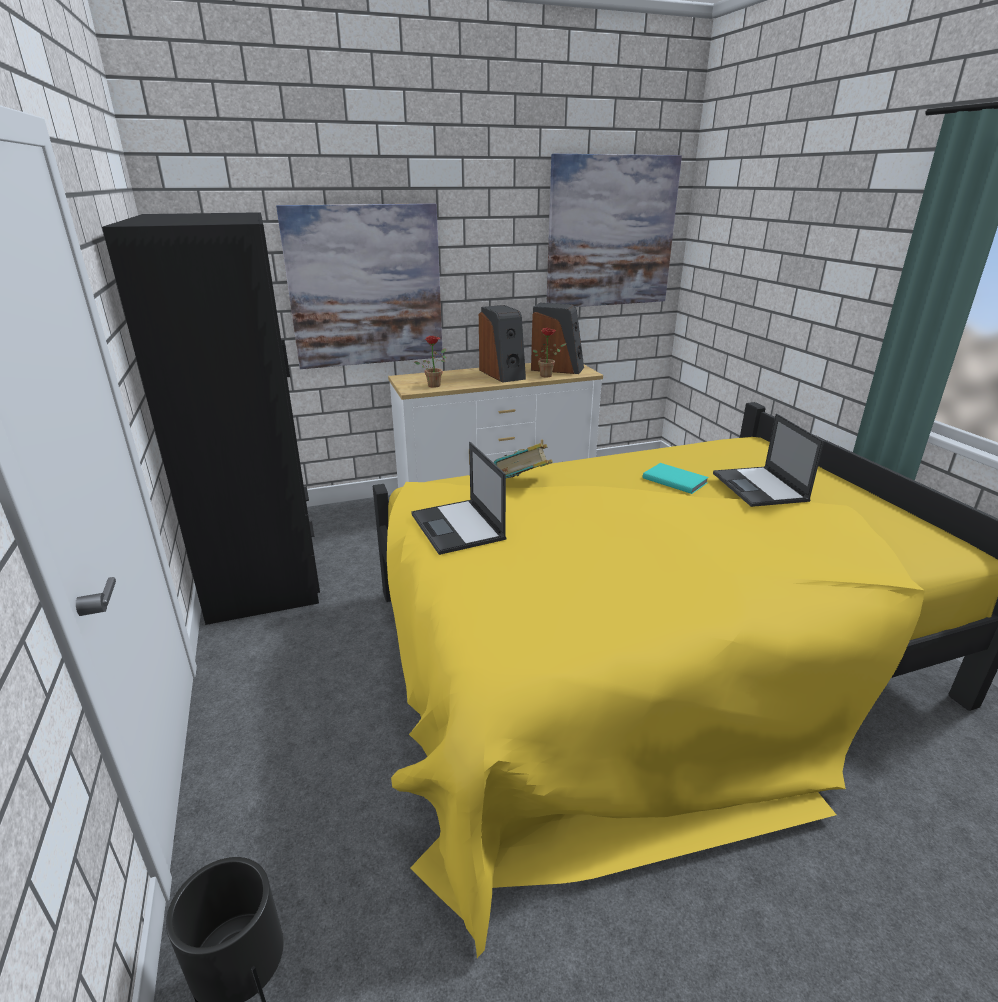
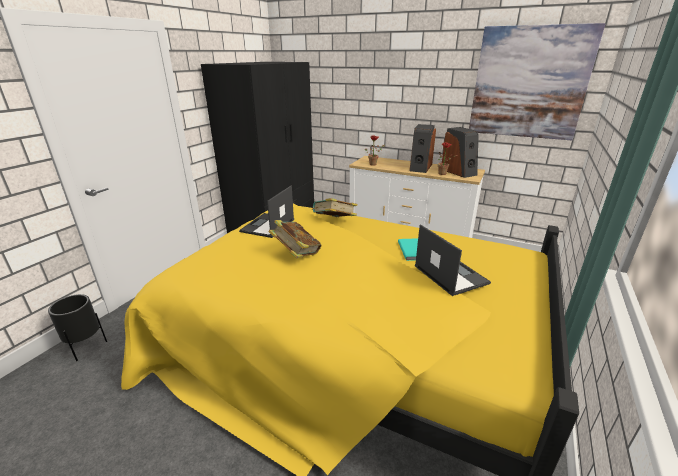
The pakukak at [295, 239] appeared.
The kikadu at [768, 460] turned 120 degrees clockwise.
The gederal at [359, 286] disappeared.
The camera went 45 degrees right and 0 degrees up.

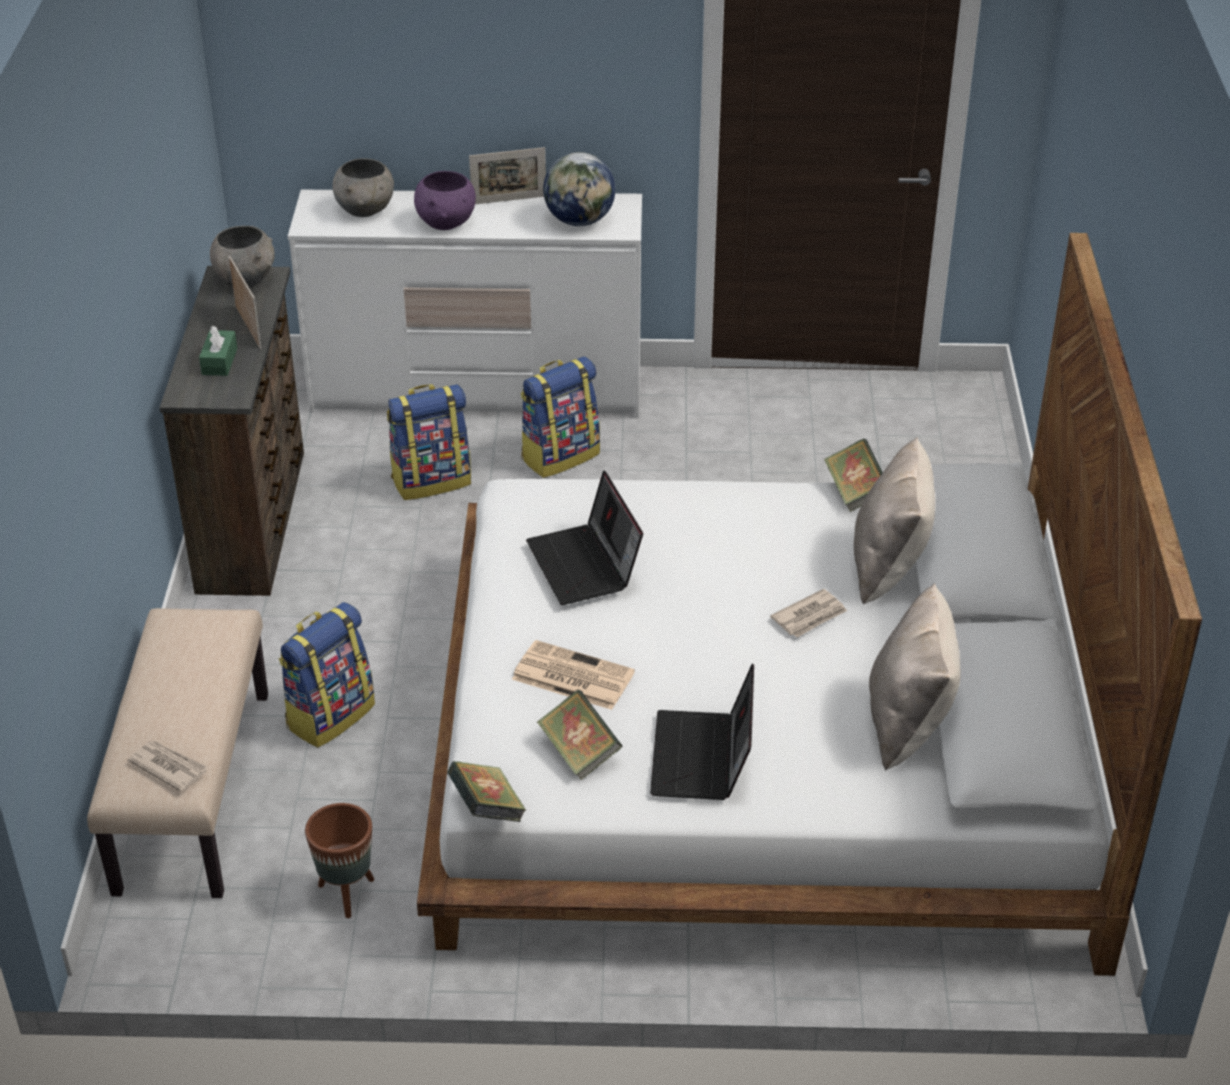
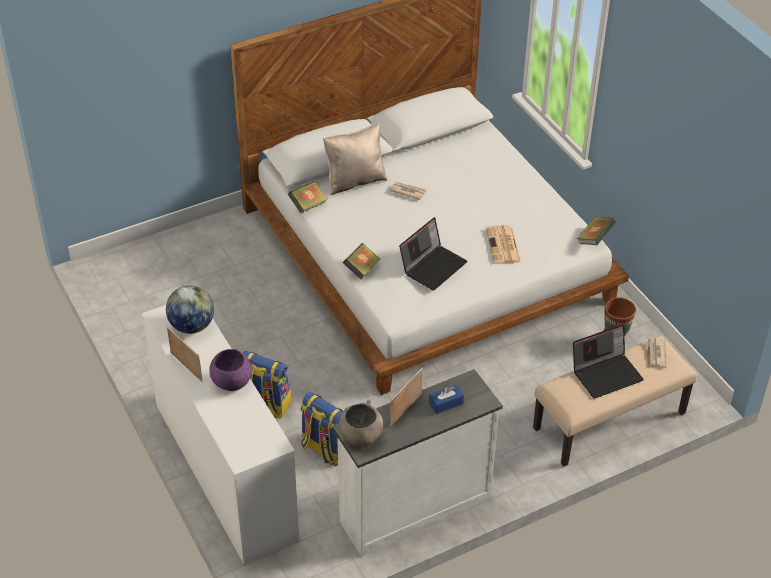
The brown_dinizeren at [232, 431] became the white_dinizeren at [417, 463].
The pakukak moved from [579, 735] to [361, 261].
The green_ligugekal at [218, 351] became the blue_ligugekal at [446, 399].
The kikadu moved from [702, 731] to [608, 361].
The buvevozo at [327, 674] disappeared.
The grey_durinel at [363, 187] disappeared.
The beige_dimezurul at [915, 676] disappeared.
The camera went 120 degrees left and 5 degrees up.

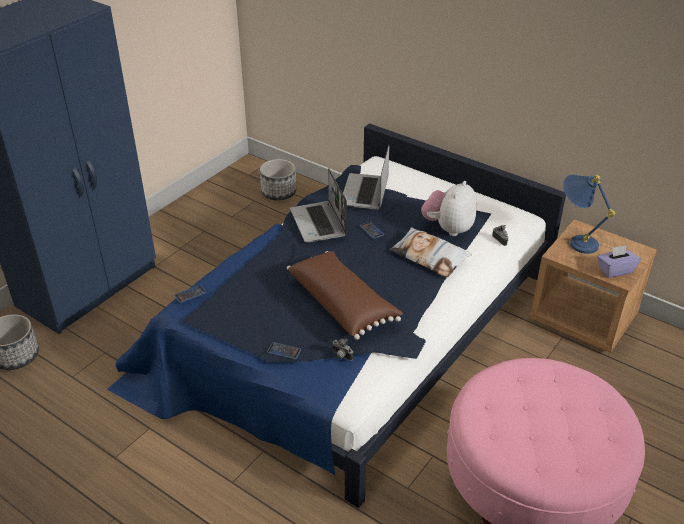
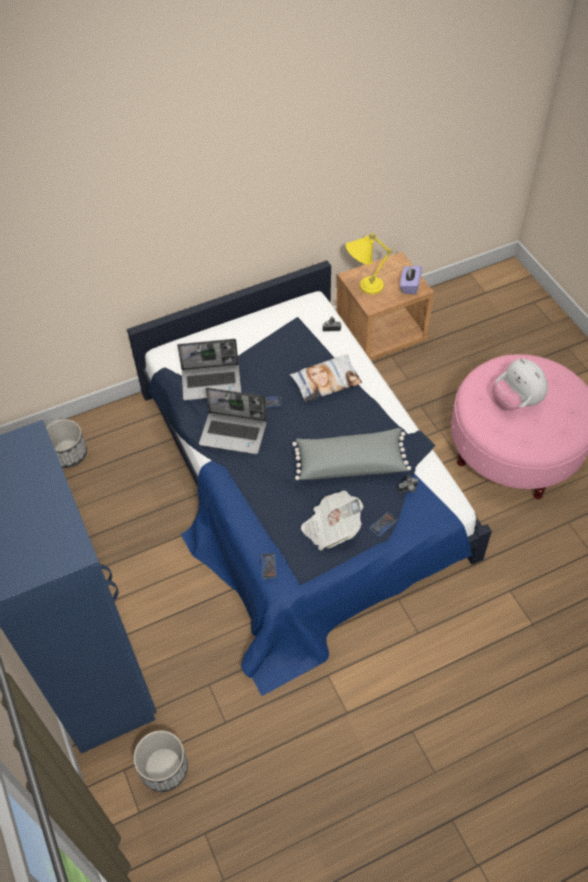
The kikadu at [366, 177] turned 45 degrees counterclockwise.
The brown_dimezurul at [345, 295] became the grey_dimezurul at [351, 454].
The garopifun at [332, 521] appeared.
The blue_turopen at [589, 214] became the yellow_turopen at [369, 263].
The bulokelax moved from [448, 208] to [520, 384].
The camera went 60 degrees left and 15 degrees up.

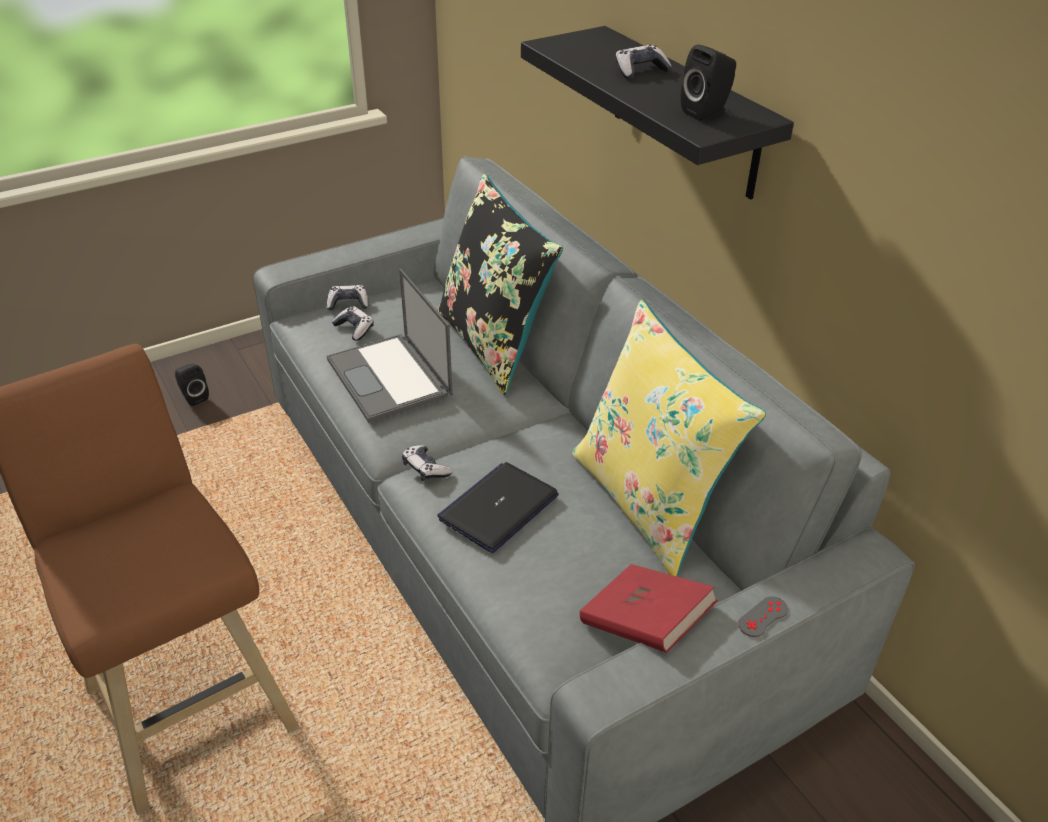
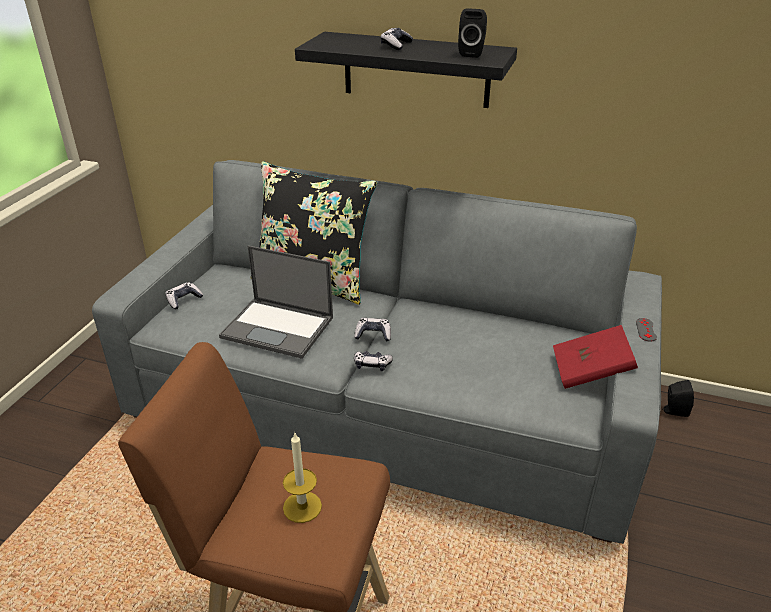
The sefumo at [302, 478] appeared.
The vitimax moved from [353, 324] to [372, 329].
The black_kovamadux moved from [192, 385] to [678, 398].
The kikadu at [498, 507] disappeared.
The yellow_dimezurul at [669, 438] disappeared.
The camera went 40 degrees left and 5 degrees down.

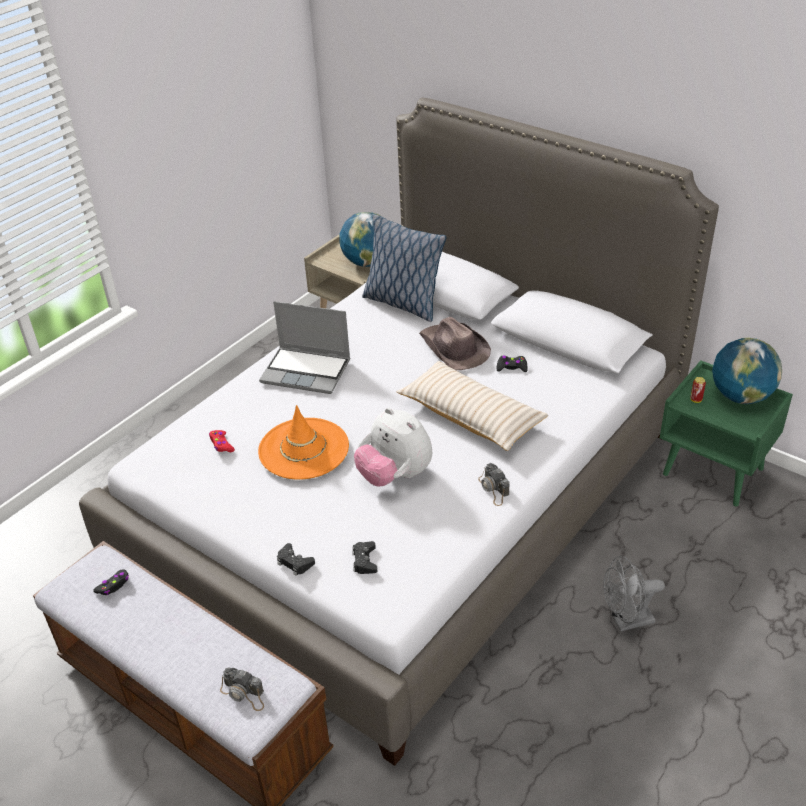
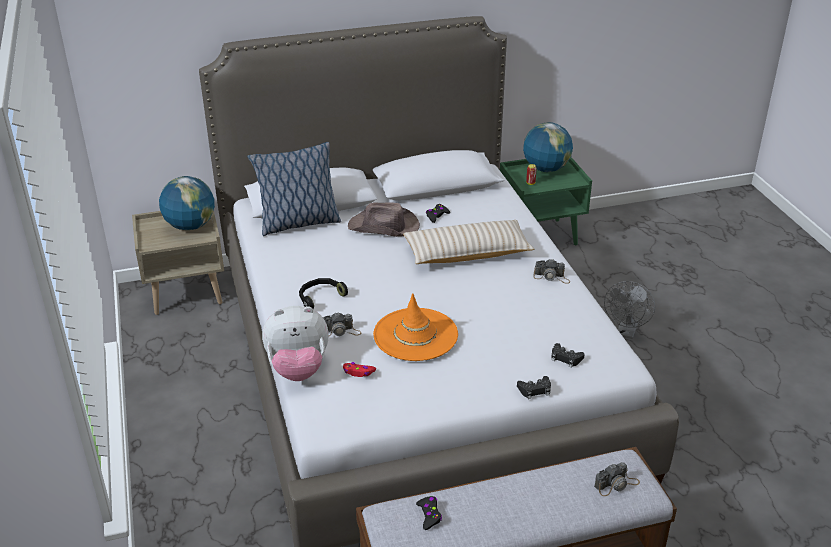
The bulokelax moved from [393, 446] to [295, 343].
The kikadu at [305, 347] was replaced by the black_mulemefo at [323, 293].
The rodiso at [342, 325] appeared.
The camera went 55 degrees left and 5 degrees down.

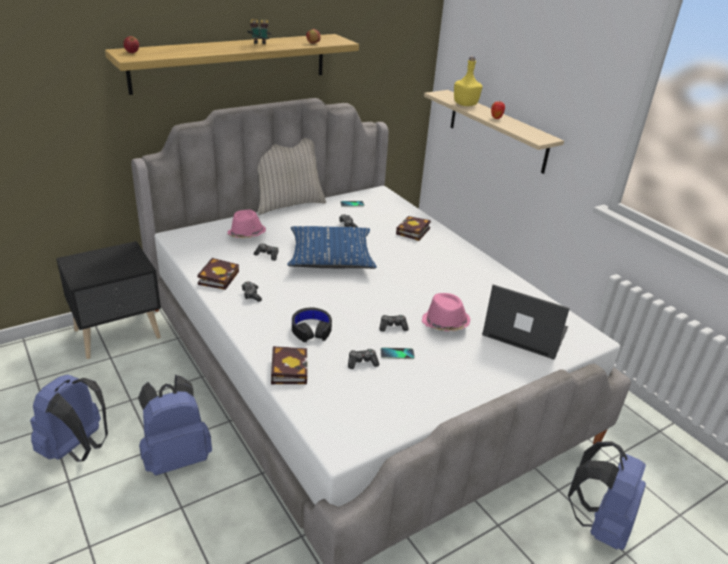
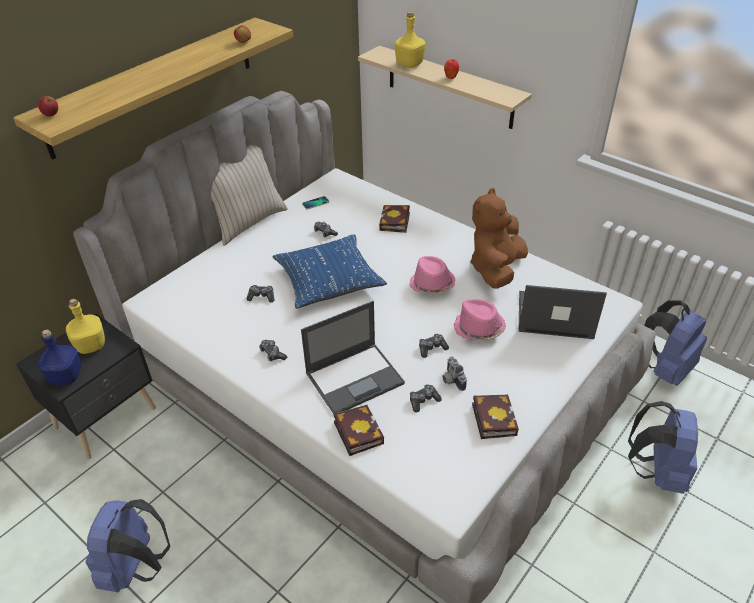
The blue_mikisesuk at [59, 357] appeared.
The yellow_mikisesuk at [85, 326] appeared.
The black_mulemefo at [312, 324] was replaced by the kikadu at [353, 357].
The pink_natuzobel moved from [246, 224] to [432, 275].
The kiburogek at [398, 353] was replaced by the rodiso at [455, 373].
The brown_bulokelax at [499, 238] appeared.
The pakukak moved from [218, 274] to [495, 417].
The blue_buvevozo moved from [175, 425] to [675, 343].
The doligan at [259, 32] disappeared.
The camera went 15 degrees left and 10 degrees up.

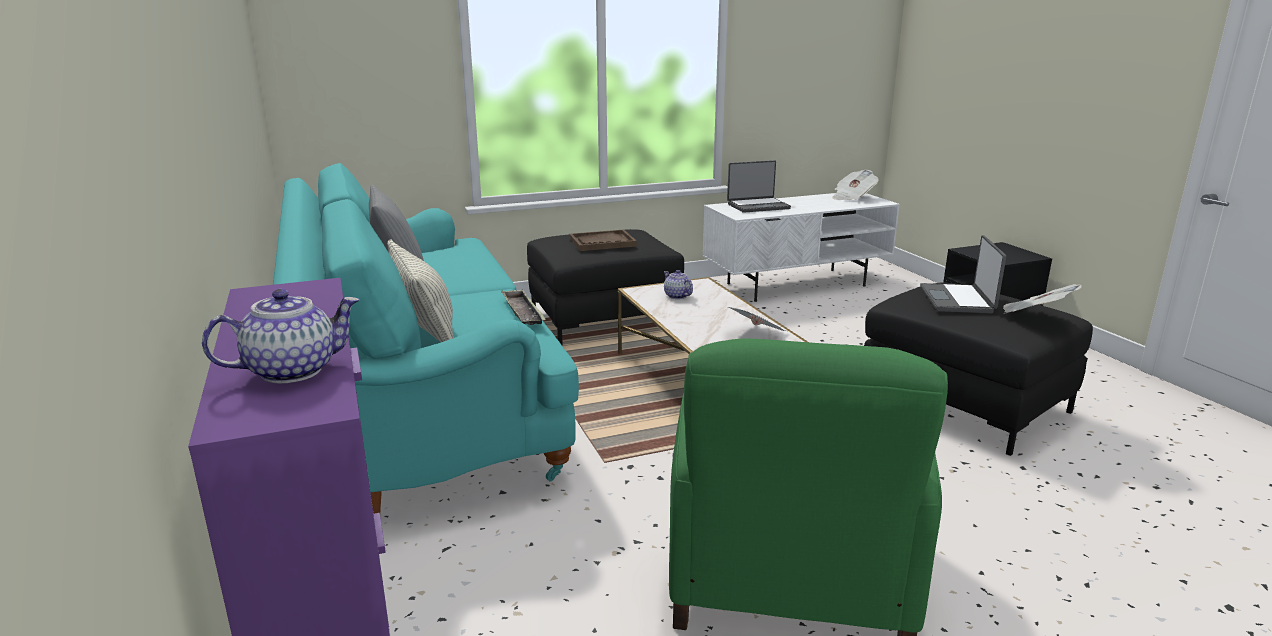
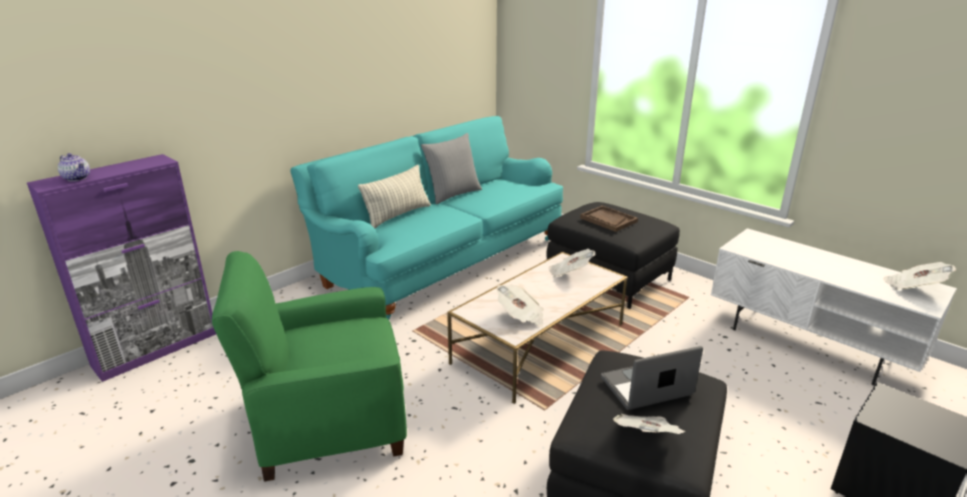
The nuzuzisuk at [678, 284] was replaced by the garopifun at [571, 263].
The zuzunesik at [523, 307] disappeared.
The kikadu at [759, 186] disappeared.
The camera went 65 degrees right and 5 degrees up.

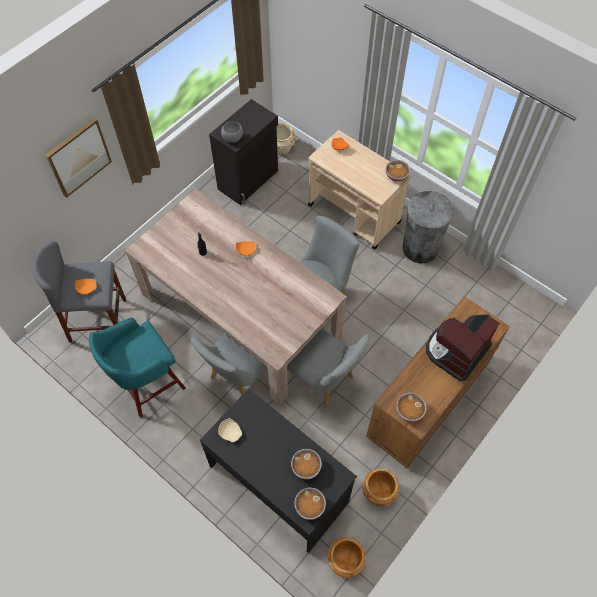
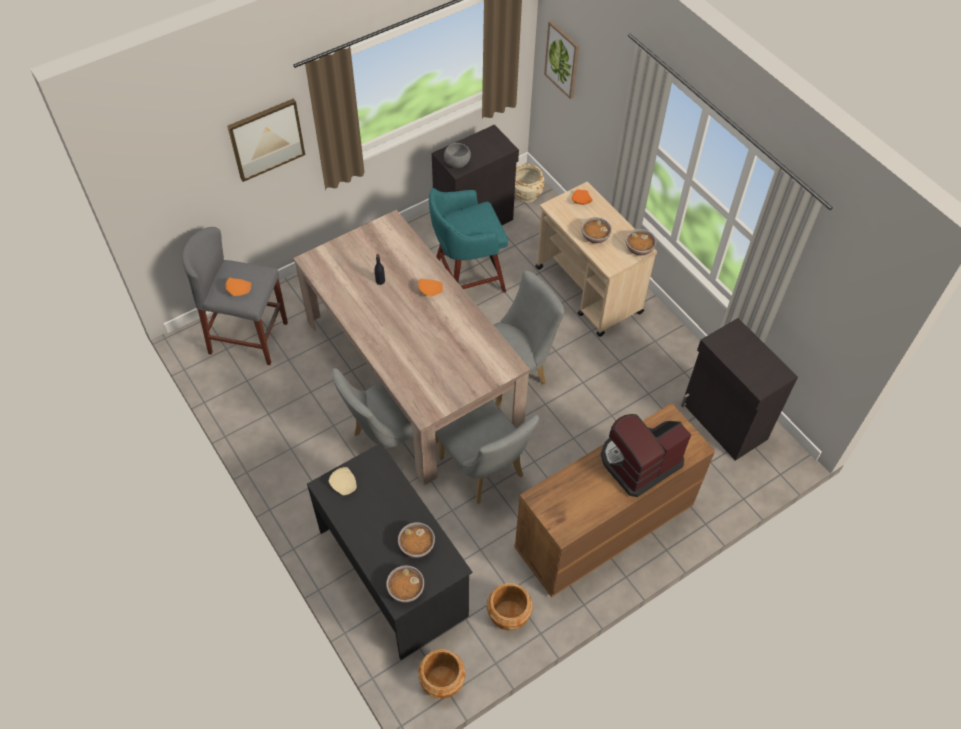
The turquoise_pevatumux moved from [137, 368] to [468, 240].
The gederal at [561, 59] appeared.
The durinel moved from [411, 407] to [597, 230].
The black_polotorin at [739, 389] appeared.
The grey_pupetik at [428, 227] disappeared.
The camera went 15 degrees right and 5 degrees down.

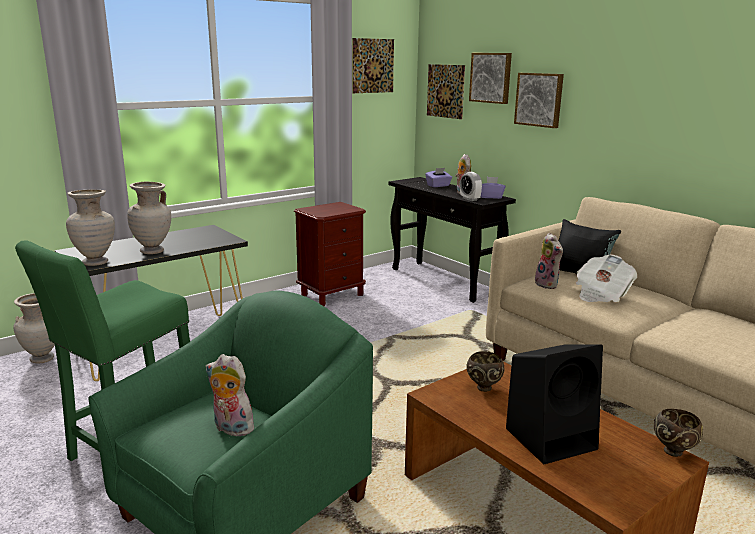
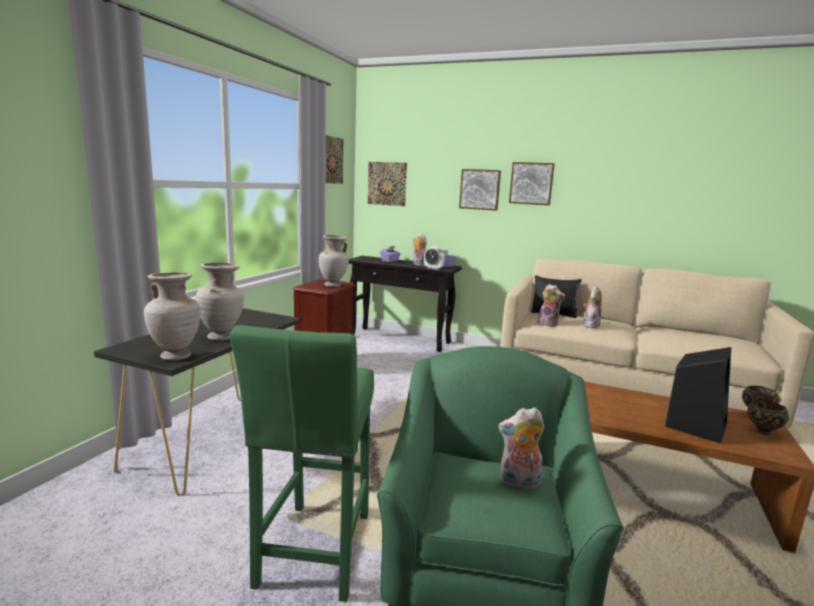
The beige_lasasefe moved from [34, 328] to [334, 261].
The gederal moved from [490, 78] to [532, 183].
The garopifun at [606, 278] was replaced by the bulokelax at [592, 307].
The brown_durinel moved from [485, 371] to [768, 417].
The camera went 30 degrees left and 5 degrees down.

